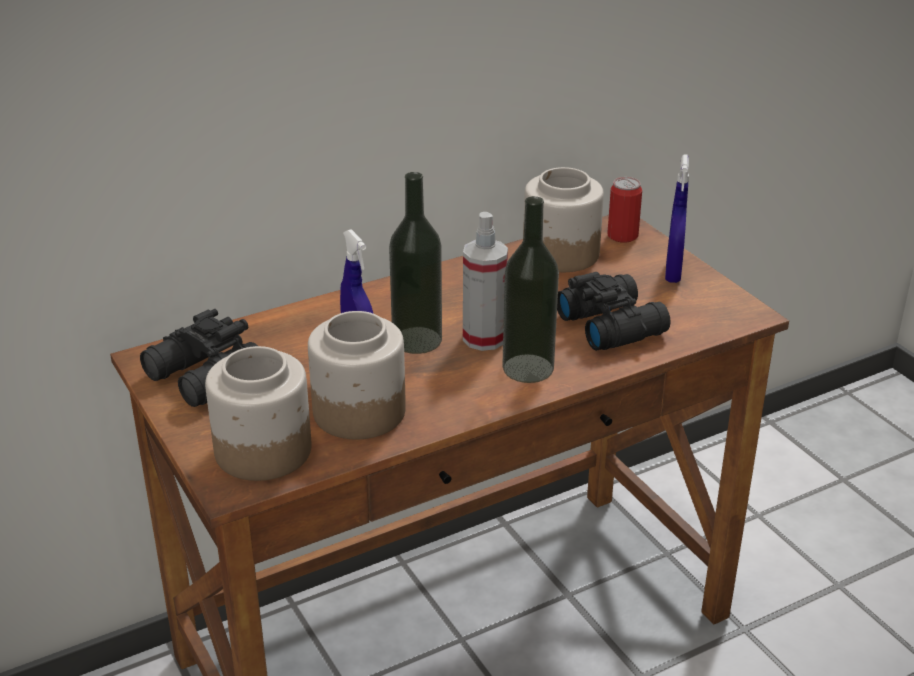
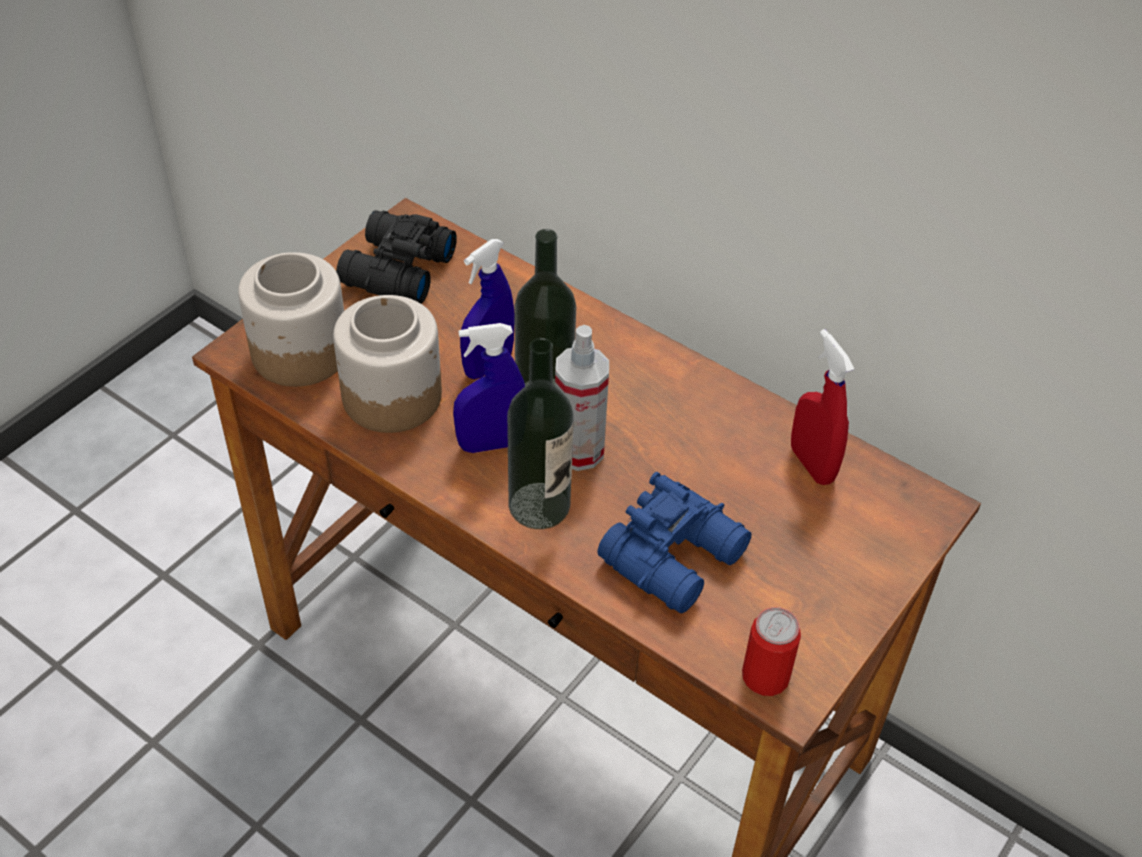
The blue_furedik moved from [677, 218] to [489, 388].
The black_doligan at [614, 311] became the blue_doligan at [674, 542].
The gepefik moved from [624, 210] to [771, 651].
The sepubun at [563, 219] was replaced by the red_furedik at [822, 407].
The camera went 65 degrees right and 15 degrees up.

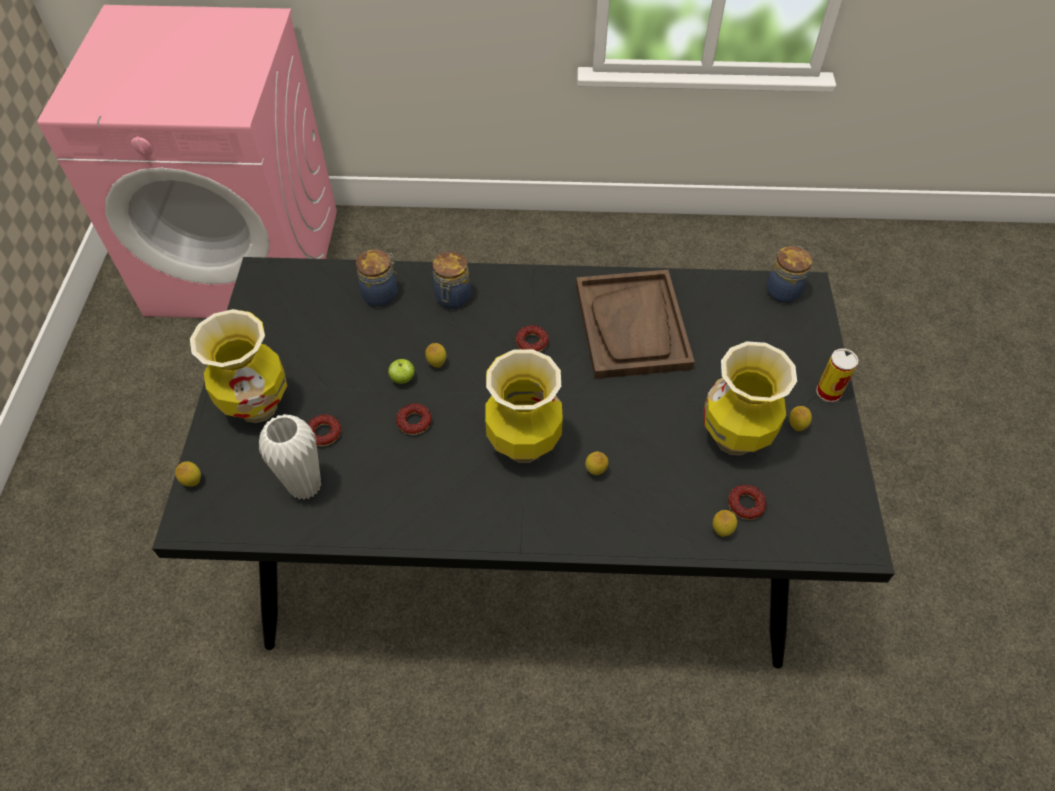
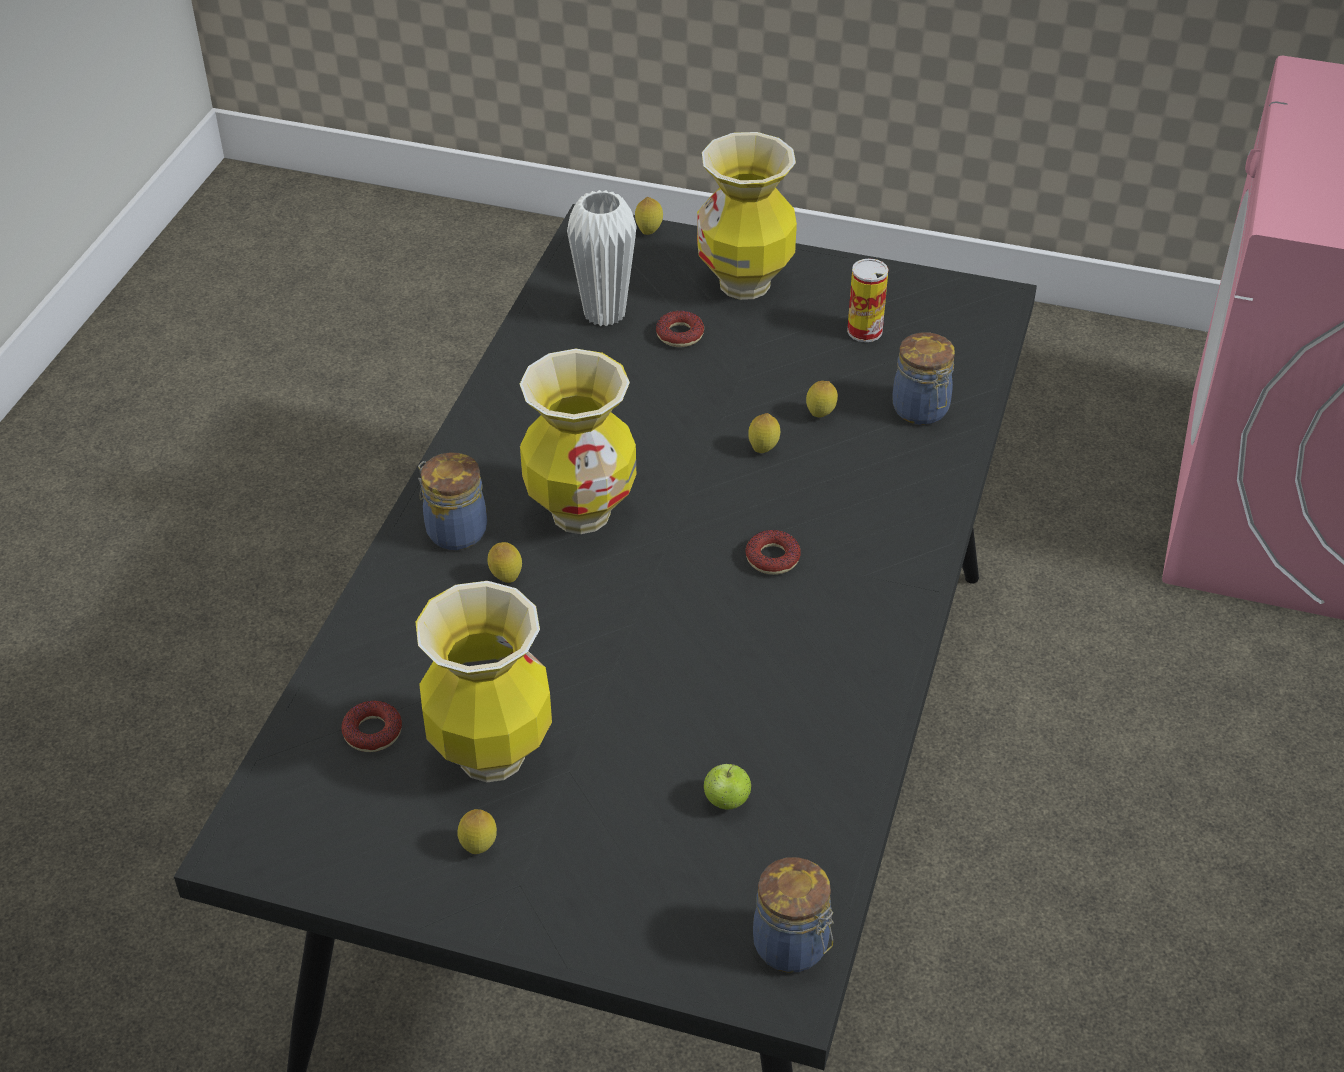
The sepubun moved from [452, 280] to [452, 501].
The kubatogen moved from [401, 371] to [727, 786].
The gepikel moved from [725, 523] to [822, 399].
The gepefik moved from [837, 375] to [868, 300].
The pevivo at [414, 419] disappeared.
The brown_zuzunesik at [635, 324] disappeared.
The camera went 105 degrees right and 10 degrees down.

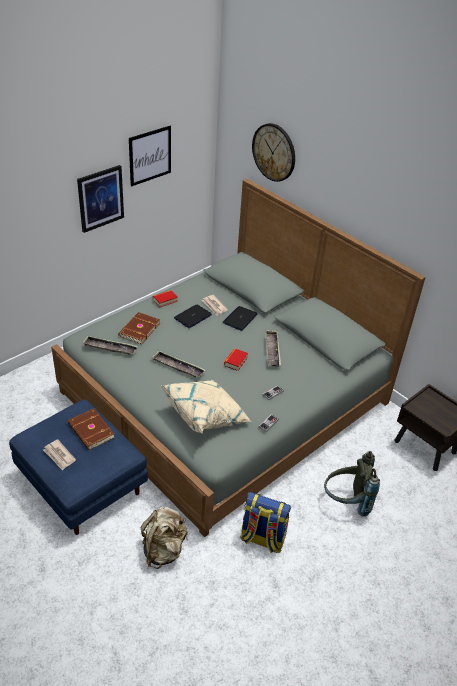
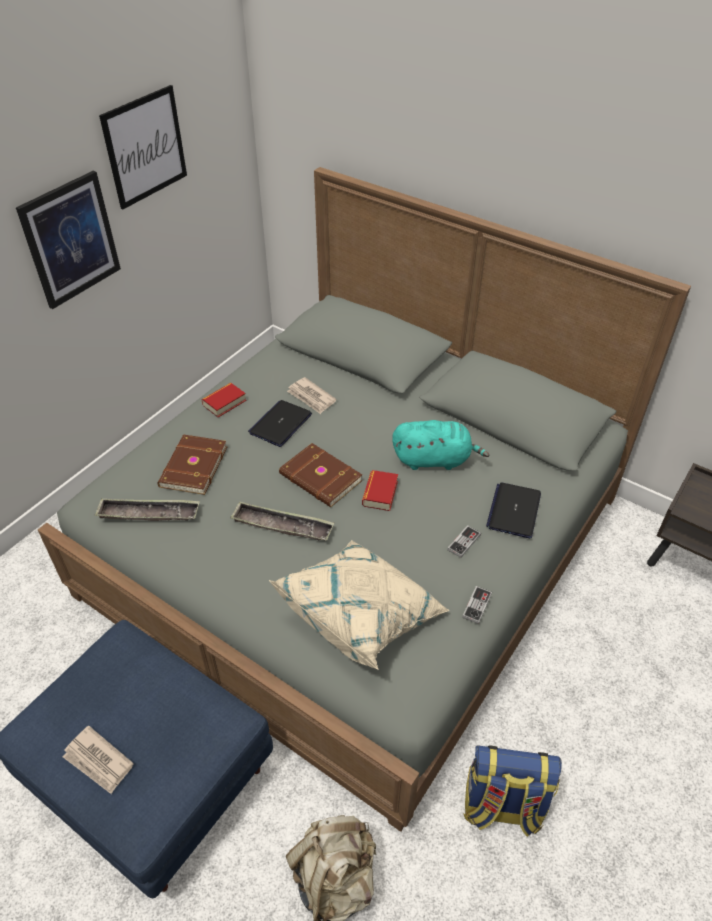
The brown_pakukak moved from [91, 429] to [320, 475].
The zuzunesik at [273, 348] was replaced by the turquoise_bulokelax at [440, 445].
The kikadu moved from [240, 318] to [513, 510].
The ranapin at [273, 152] disappeared.
The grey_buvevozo at [352, 484] disappeared.
The camera went 10 degrees left and 5 degrees up.

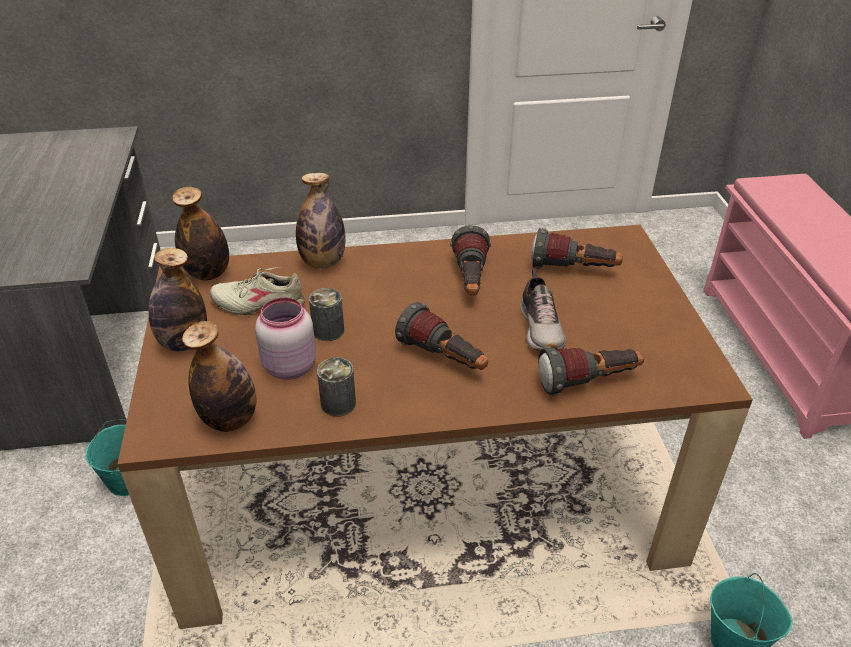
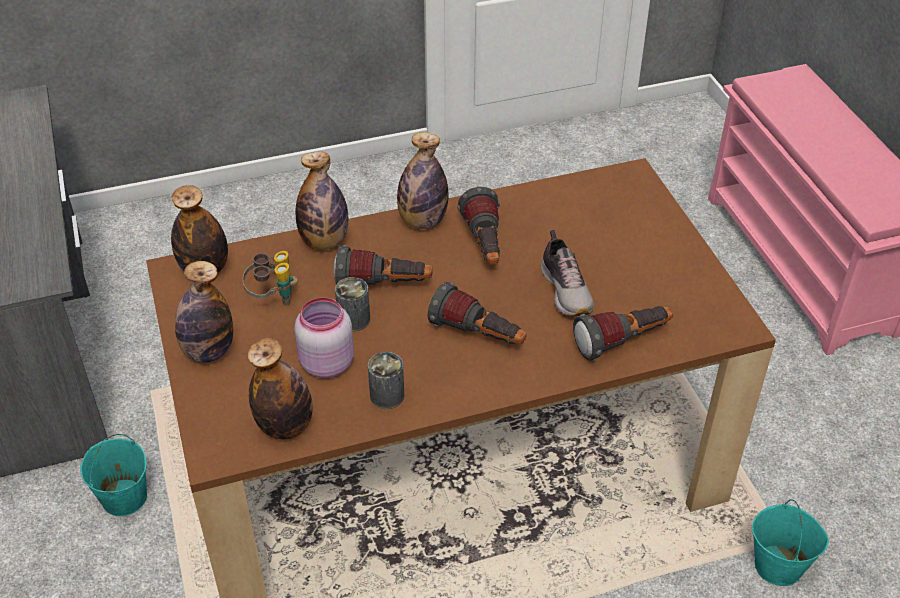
The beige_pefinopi at [257, 291] was replaced by the doligan at [270, 278].
The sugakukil moved from [577, 248] to [383, 265].
The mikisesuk at [422, 180] appeared.
The camera went 10 degrees left and 5 degrees up.

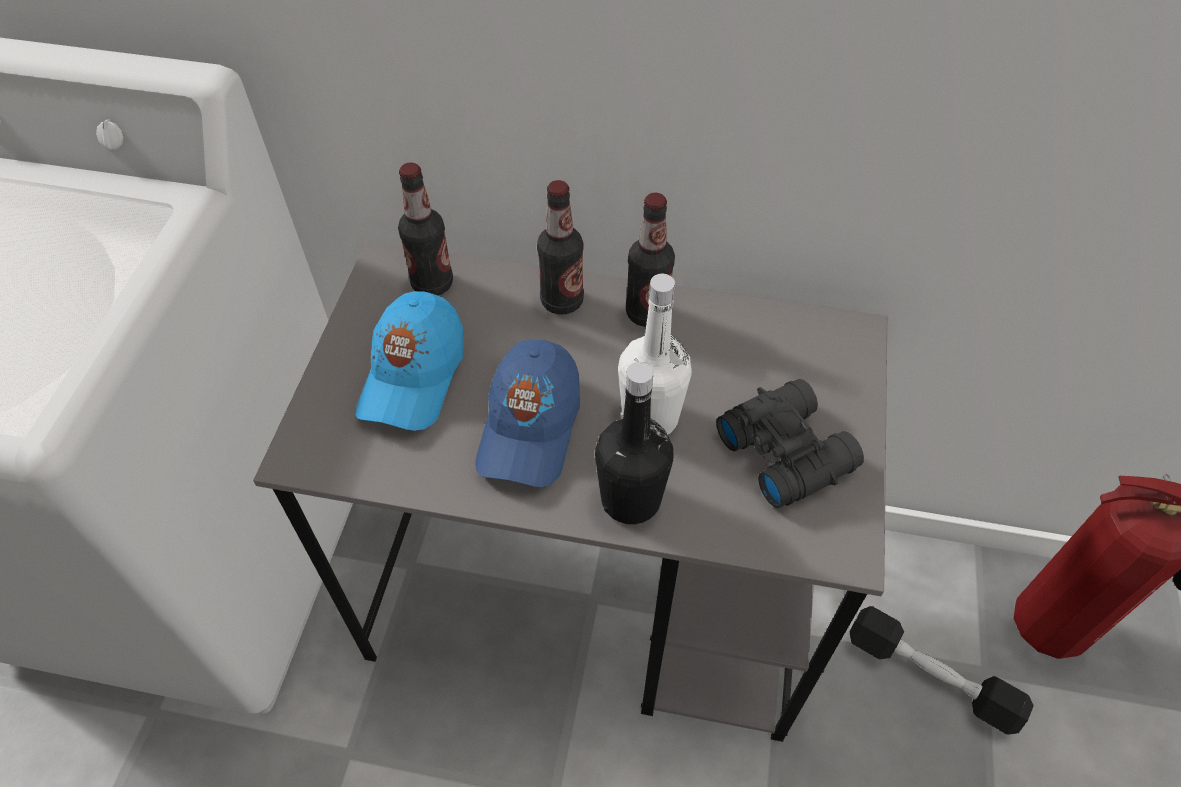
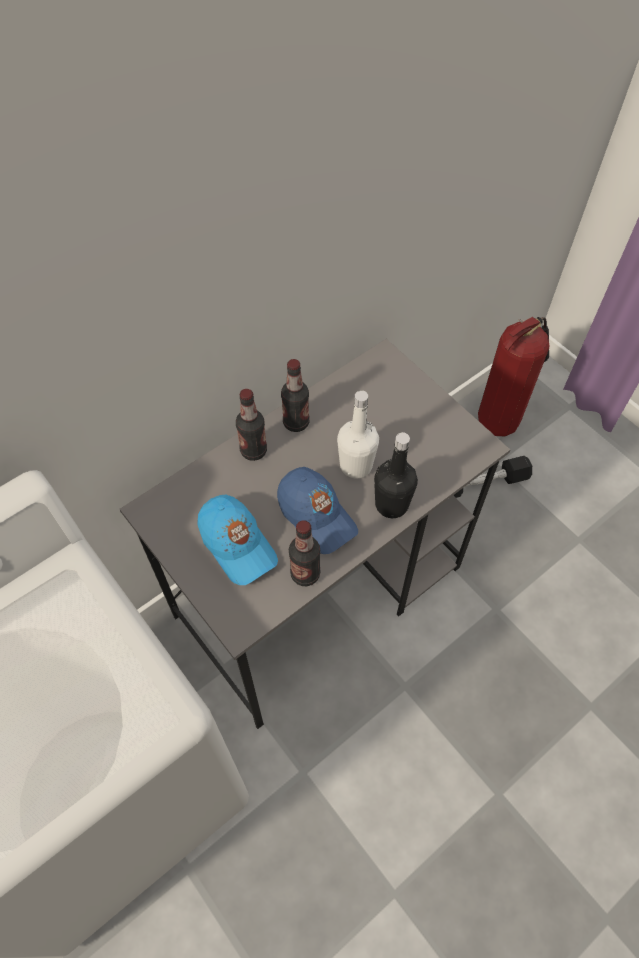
The mikisesuk moved from [425, 229] to [305, 553].
The black_doligan at [790, 443] disappeared.
The camera went 50 degrees left and 5 degrees up.

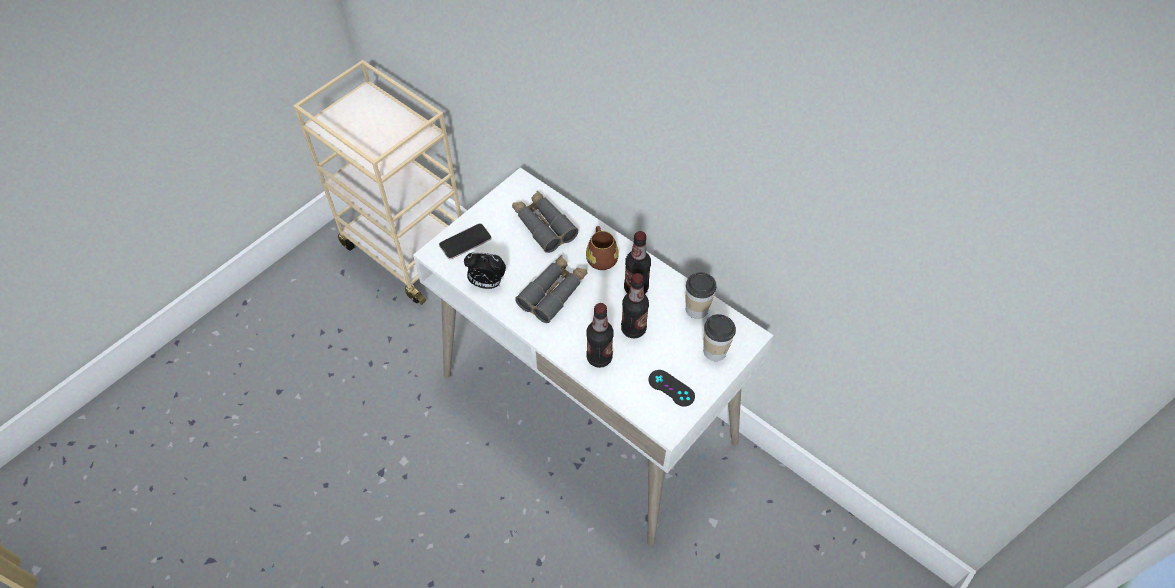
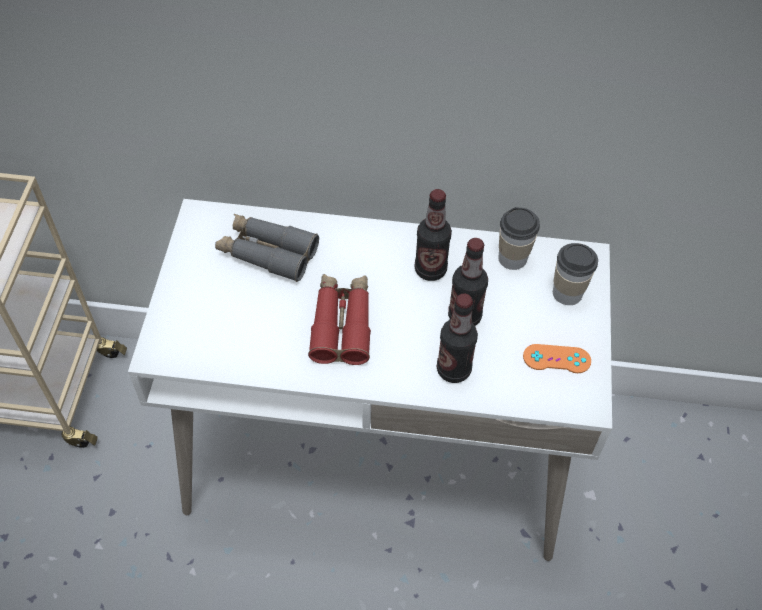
The grey_doligan at [551, 289] became the red_doligan at [339, 319].
The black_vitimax at [672, 388] became the orange_vitimax at [557, 358].
The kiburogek at [465, 241] disappeared.
The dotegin at [485, 270] disappeared.
The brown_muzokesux at [602, 248] disappeared.
The camera went 35 degrees left and 0 degrees up.

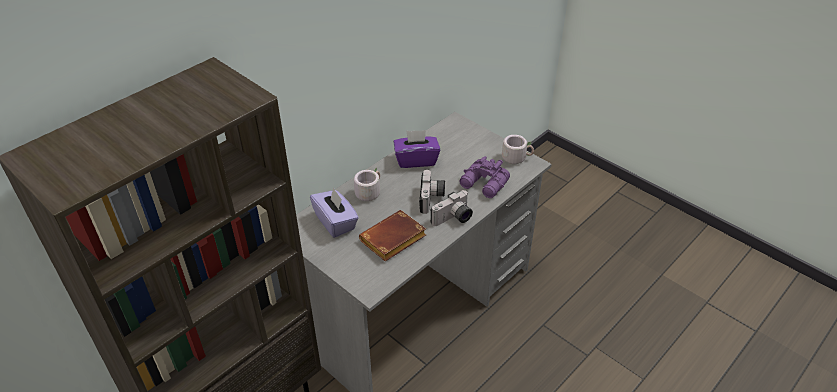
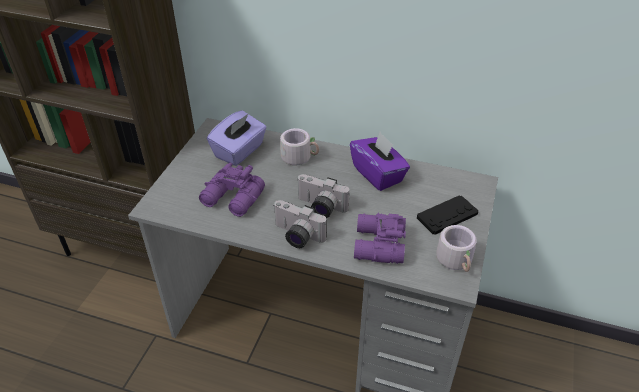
The brown_pakukak at [392, 235] was replaced by the purple_doligan at [232, 189].
The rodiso at [432, 192] turned 45 degrees clockwise.
The black_vitimax at [447, 215] appeared.
The camera went 65 degrees right and 0 degrees up.

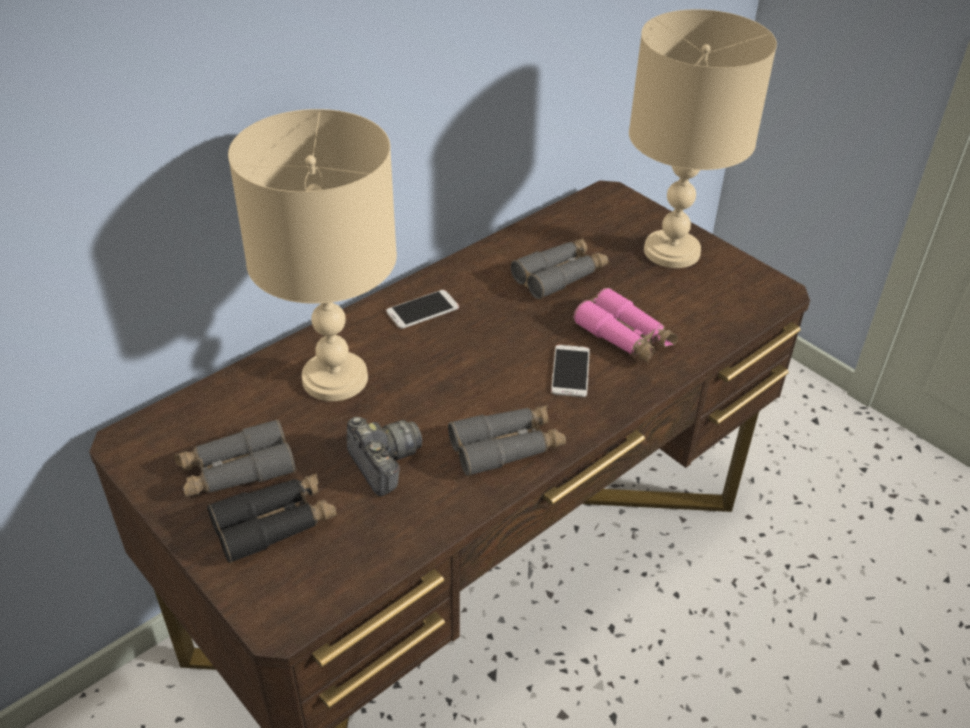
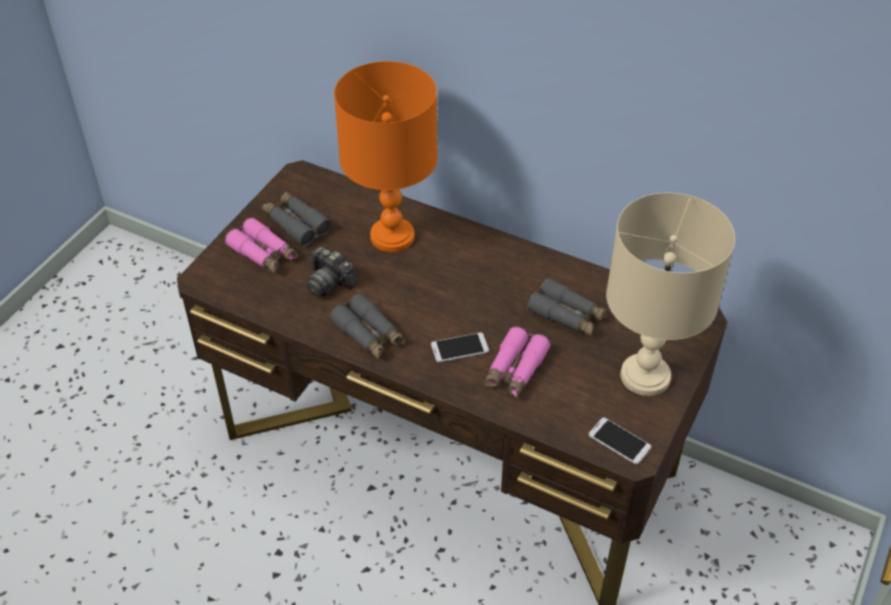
The black_doligan at [272, 518] became the pink_doligan at [261, 245].
The rodiso at [384, 456] turned 90 degrees clockwise.
The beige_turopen at [312, 255] became the orange_turopen at [386, 156].
The kiburogek moved from [422, 309] to [620, 441].
The camera went 70 degrees right and 5 degrees up.

